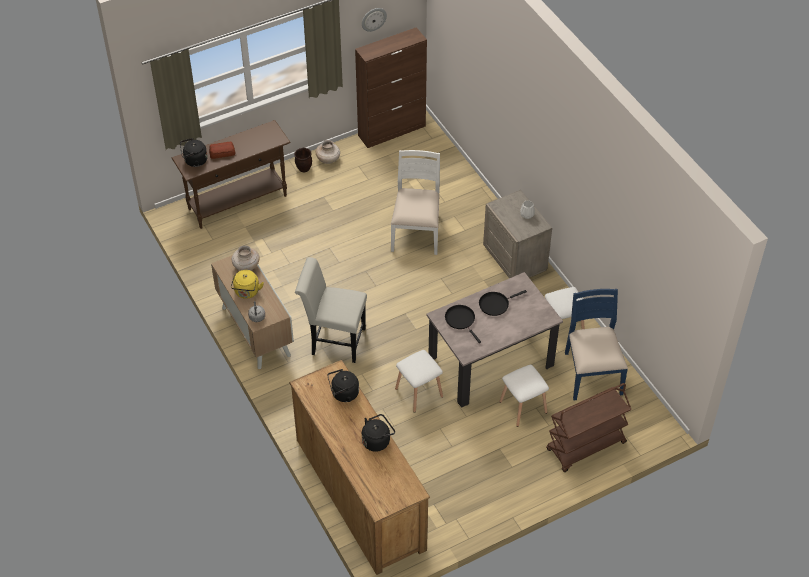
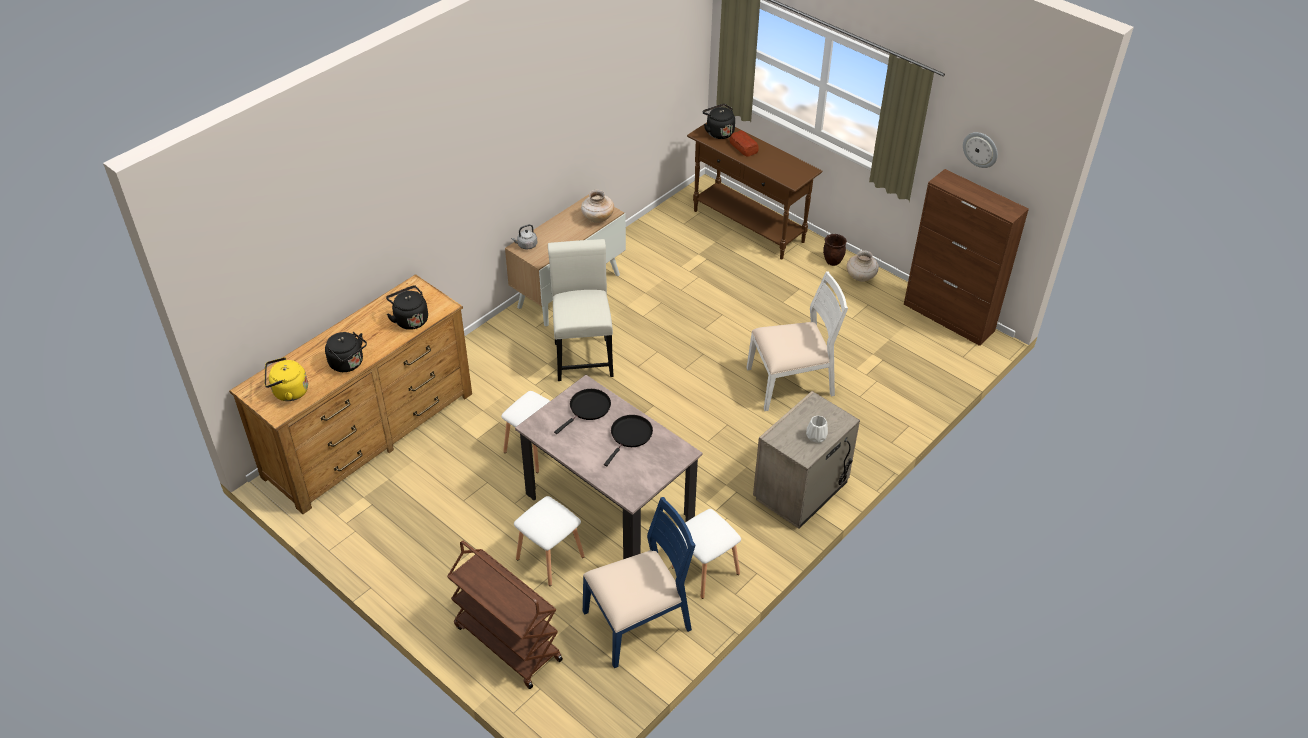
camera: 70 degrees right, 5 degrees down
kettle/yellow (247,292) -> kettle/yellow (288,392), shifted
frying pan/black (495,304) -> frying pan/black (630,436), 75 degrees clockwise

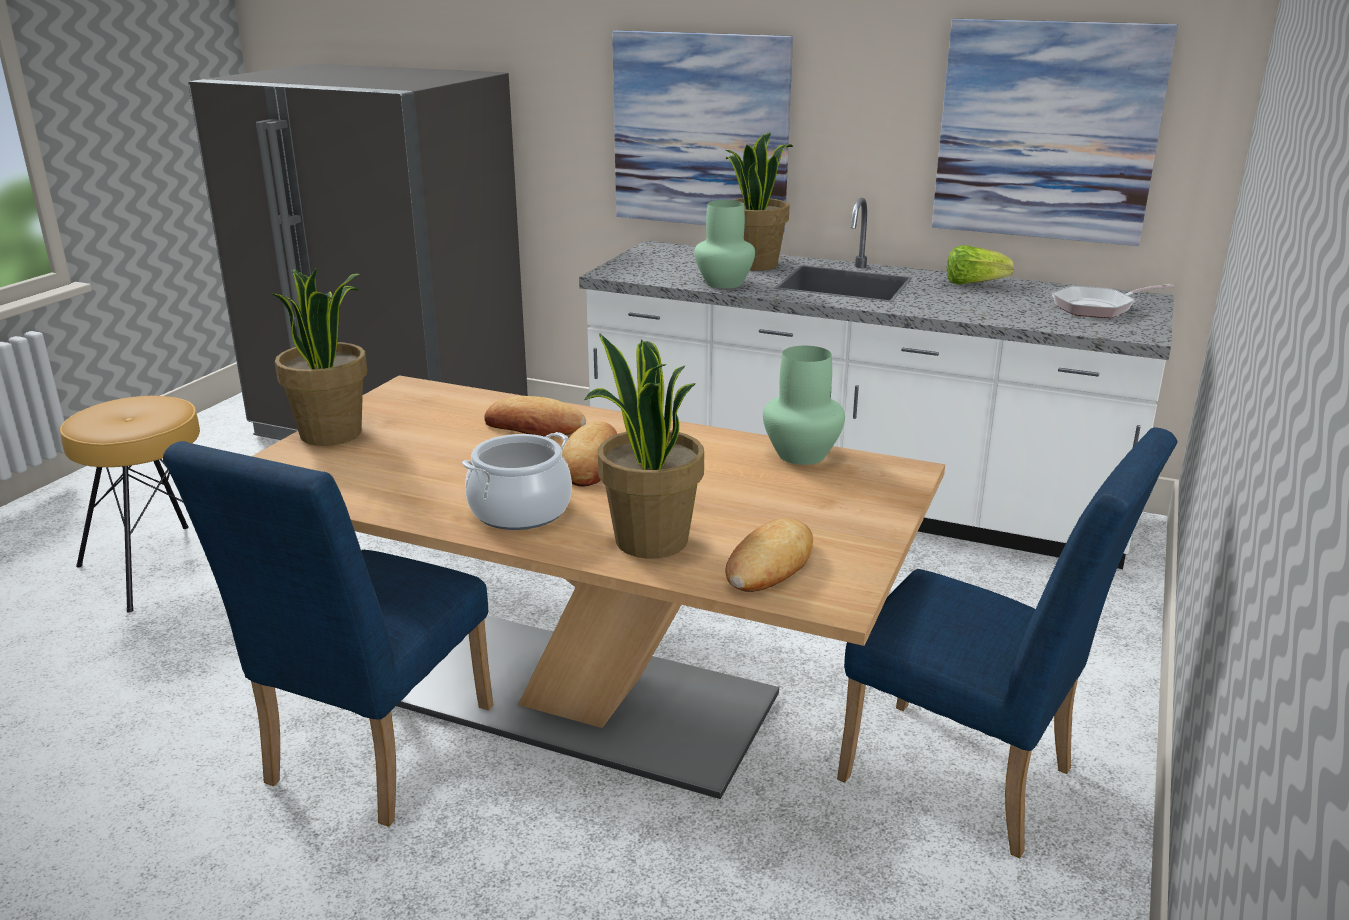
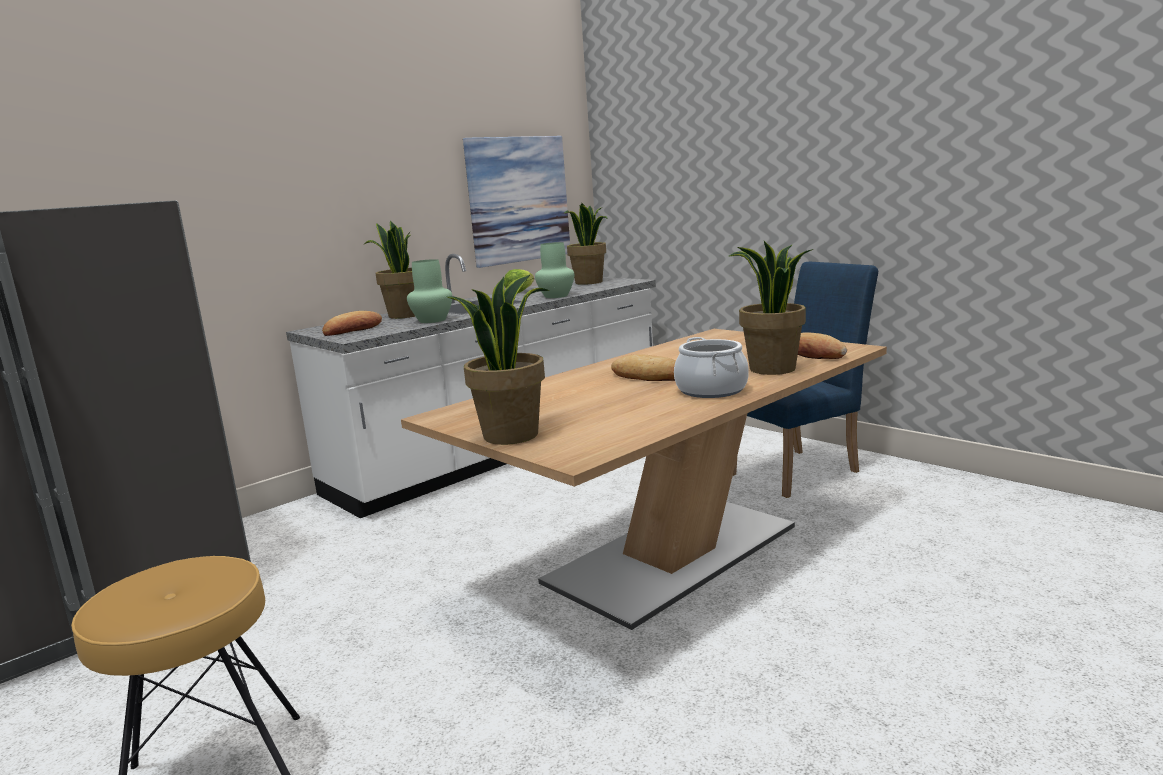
camera: 65 degrees left, 10 degrees down
chair/blue (370,757) -> none
picture (700,131) -> none
bread (534,426) -> bread (353,329), shifted
vase/green (800,454) -> vase/green (555,296), shifted
frying pan (1098,307) -> potted plant (589,282)

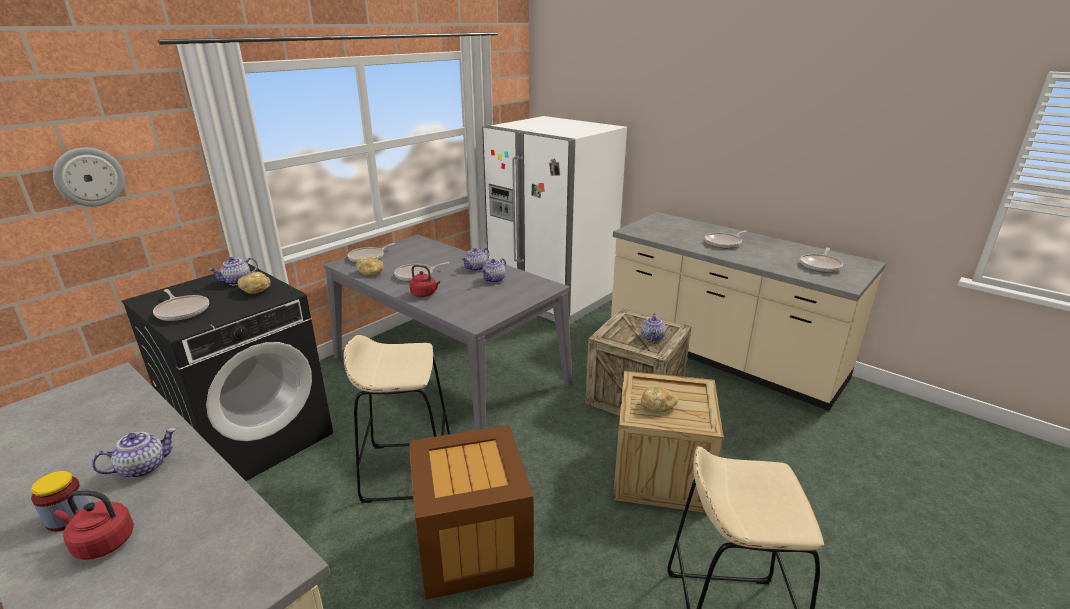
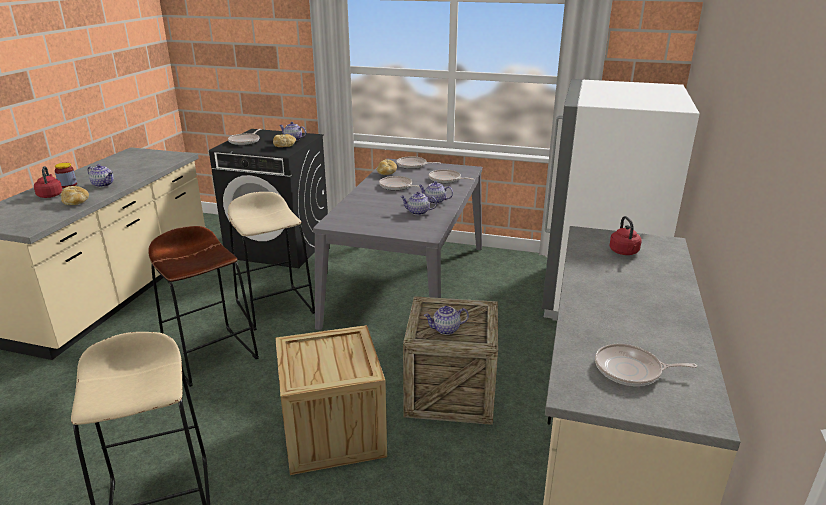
camera: 65 degrees right, 0 degrees up
wall clock (89,177) -> none
kettle/red (425,294) -> kettle/red (624,252), shifted
bread (658,406) -> bread (76,203), shifted
frying pan (724,243) -> frying pan (446,179), shifted
crate (472,545) -> stool/brown (211,355)

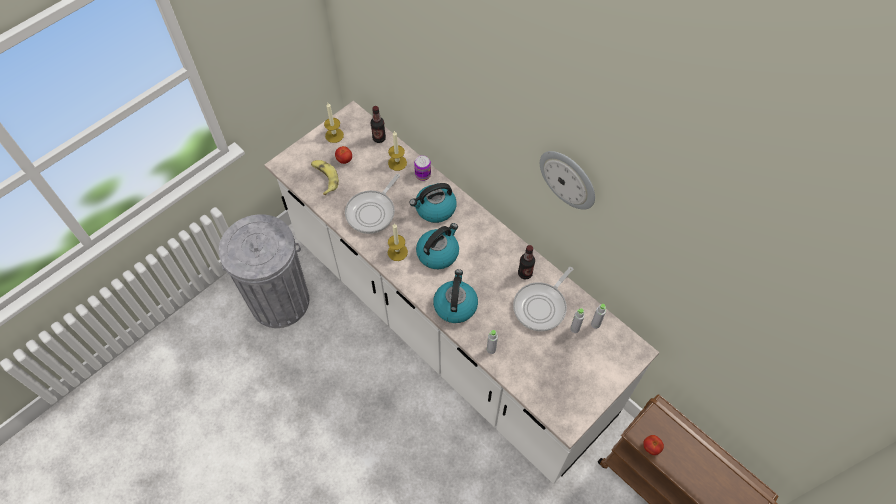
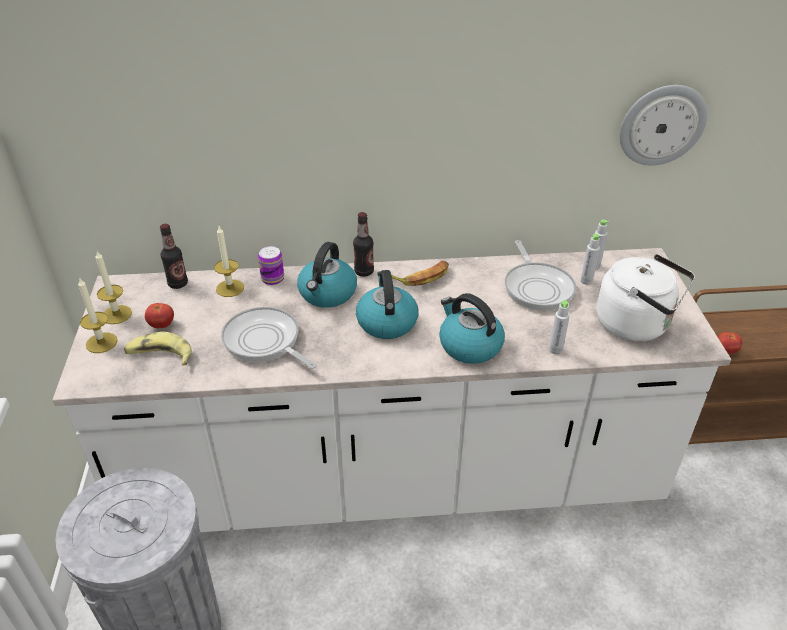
camera: 50 degrees left, 20 degrees down
none -> banana (422,276)
none -> kettle/white (636,325)
candle (397,252) -> candle (101,342), shifted
bottle (525,273) -> bottle (364,272), shifted
wall clock (568,179) -> wall clock (662,125), shifted
frying pan (372,212) -> frying pan (264,342), 150 degrees clockwise

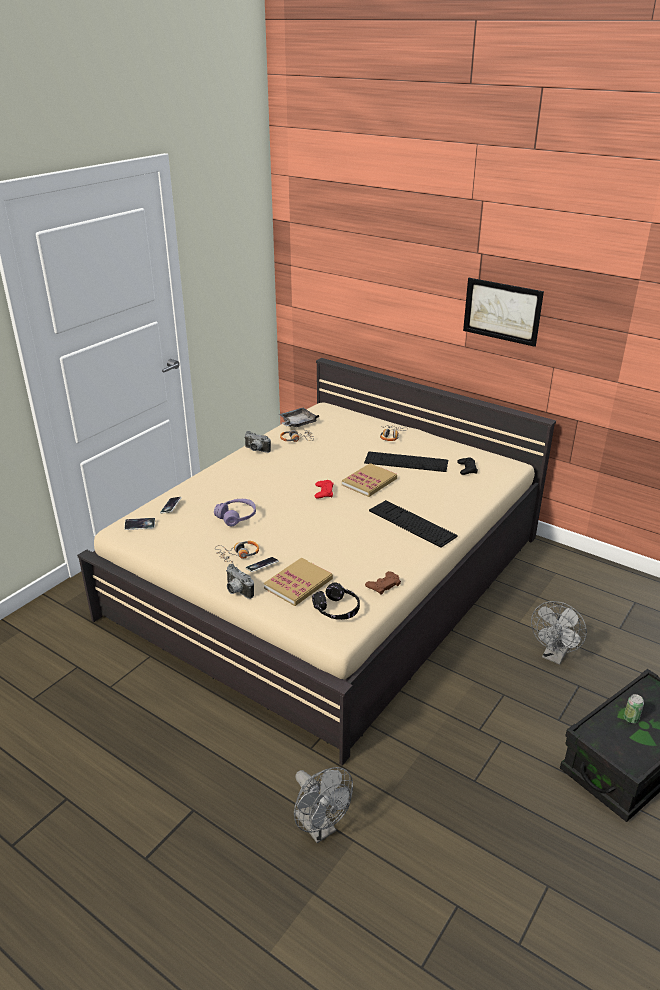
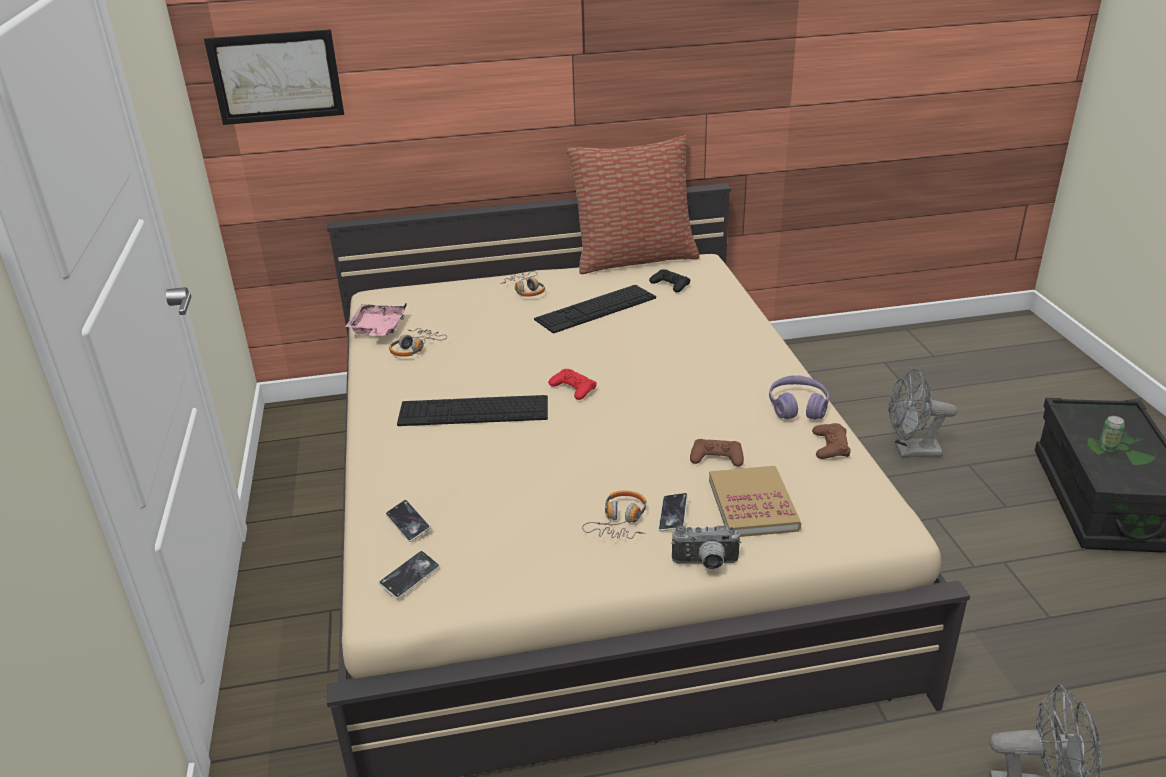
camera: 45 degrees left, 0 degrees up
photo camera (256,450) -> none
headphones/black (337,609) -> none
book (369,482) -> none
none -> pillow (634,258)
none -> game controller/brown (716,457)
headphones/purple (236,517) -> headphones/purple (797,407), shifted
keyboard (412,523) -> keyboard (473,411), shifted
picture (502,311) -> picture (276,77), shifted
tray/grey (297,423) -> tray/pink (378,329)
fan/grey (554,656) -> fan/grey (910,451), 105 degrees clockwise

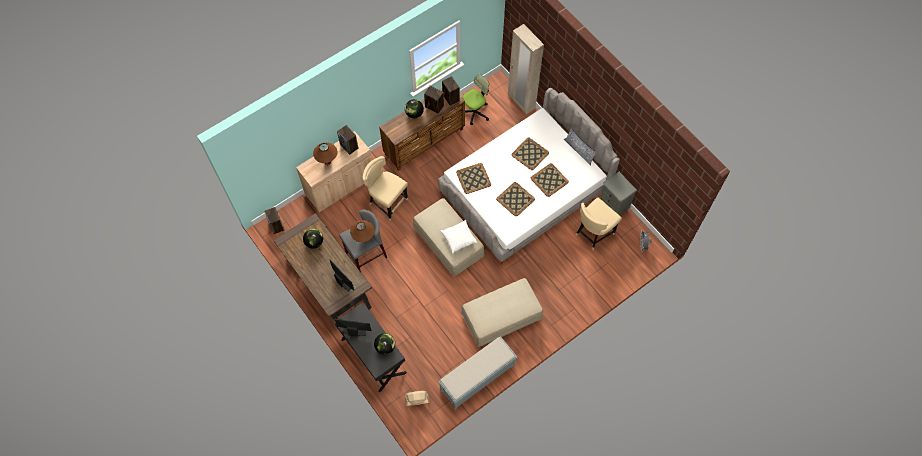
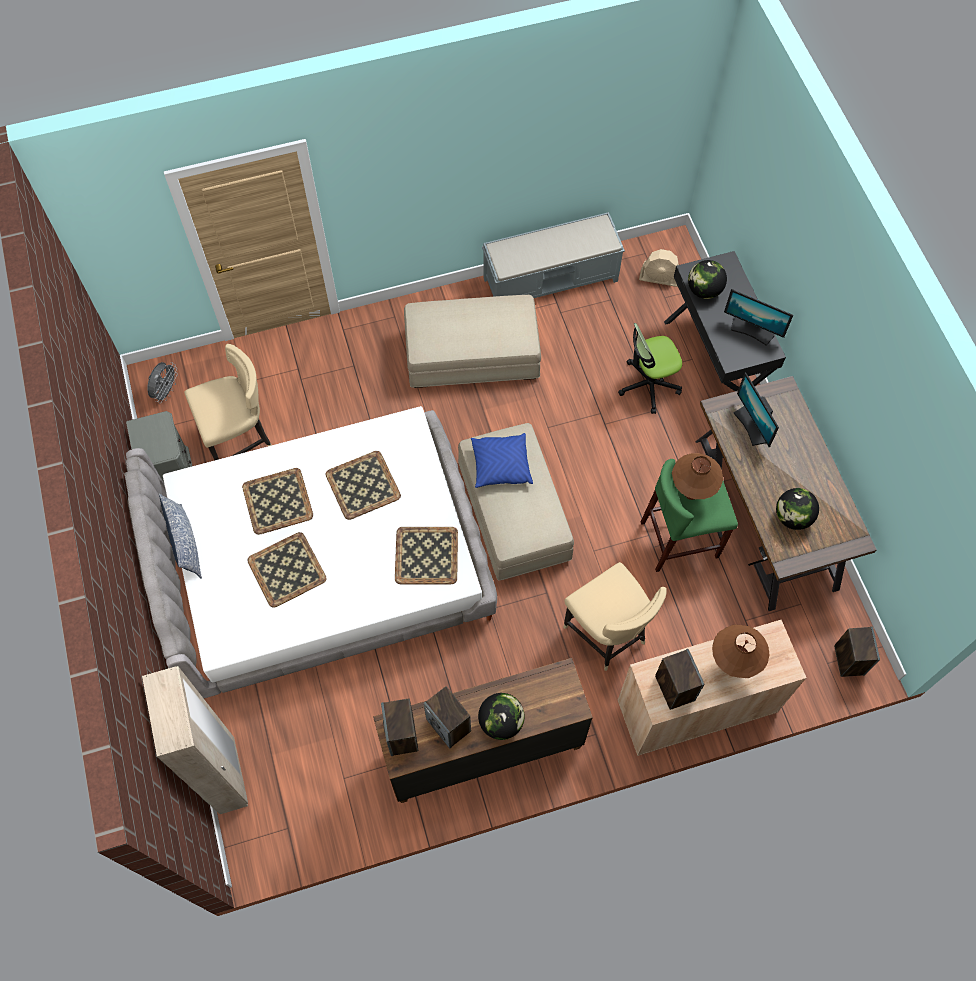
camera: 160 degrees left, 0 degrees up
office chair (474,112) -> office chair (648,385), shifted
stool/grey (366,255) -> stool/green (680,540)
pillow/white (459,238) -> pillow/blue (501,465)

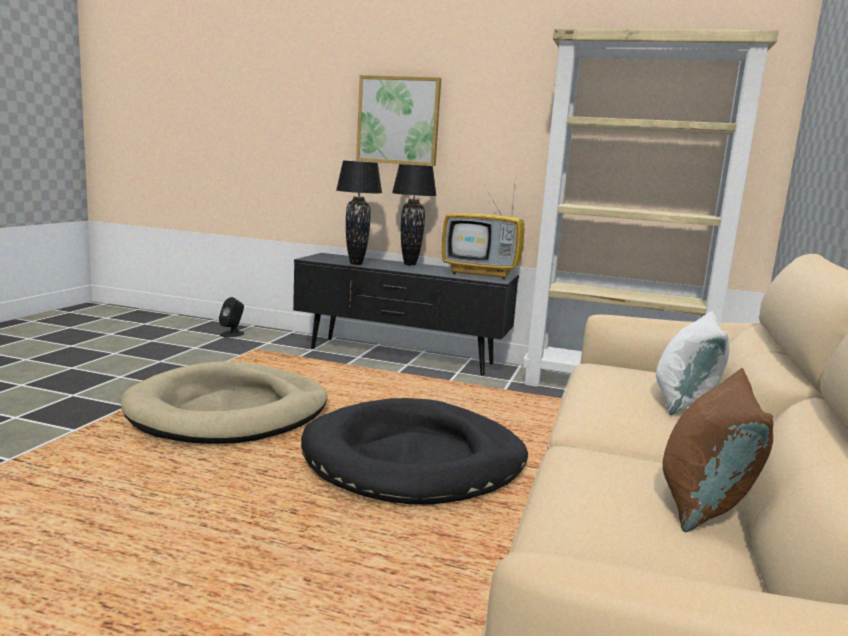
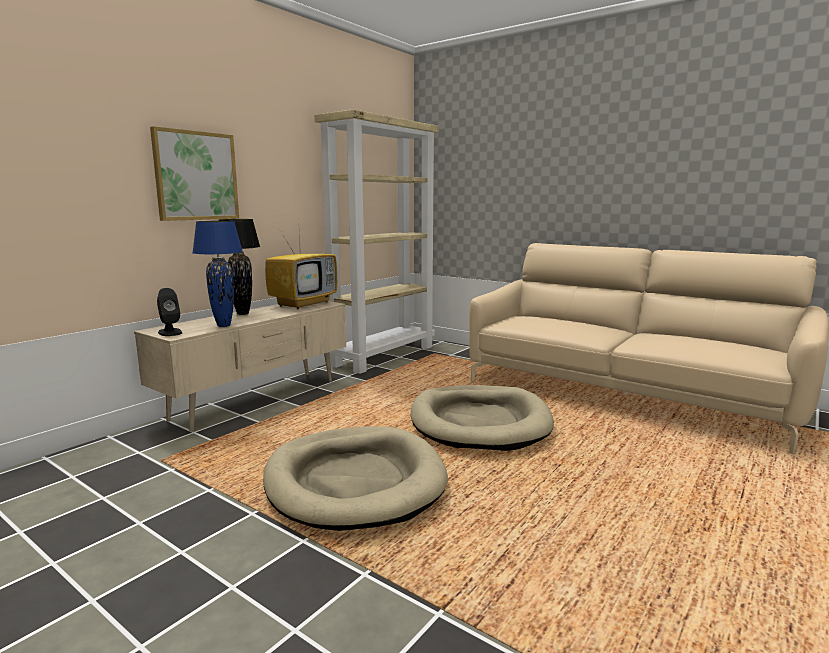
camera: 70 degrees left, 0 degrees up
pillow/white (684,401) -> none
pillow/brown (704,503) -> none
speaker/black (232,334) -> speaker/black (170,332), shifted
tv stand/black (400,356) -> tv stand/beige (258,399)
dog bed/black (415,459) -> dog bed/beige (479,422)
table lamp/black (356,264) -> table lamp/blue (224,325)

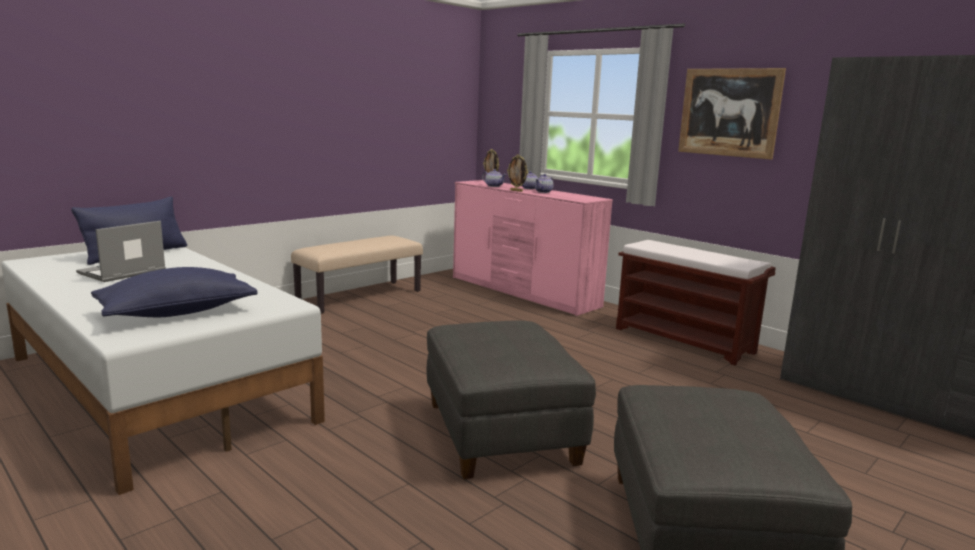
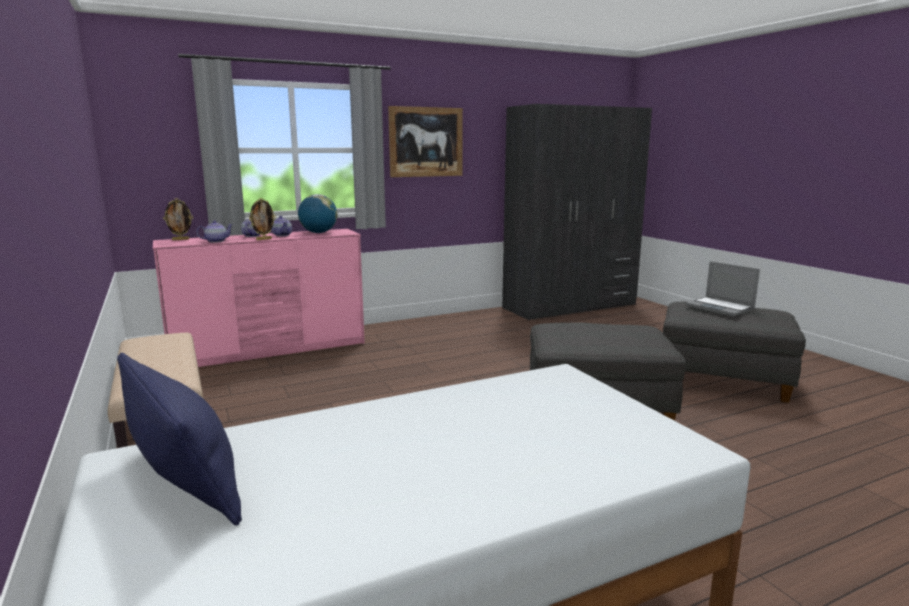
camera: 70 degrees left, 0 degrees up
pillow/blue (177,312) -> none
bench/brown (685,340) -> none
none -> globe (318,233)
laptop (122,272) -> laptop (721,308), shifted

